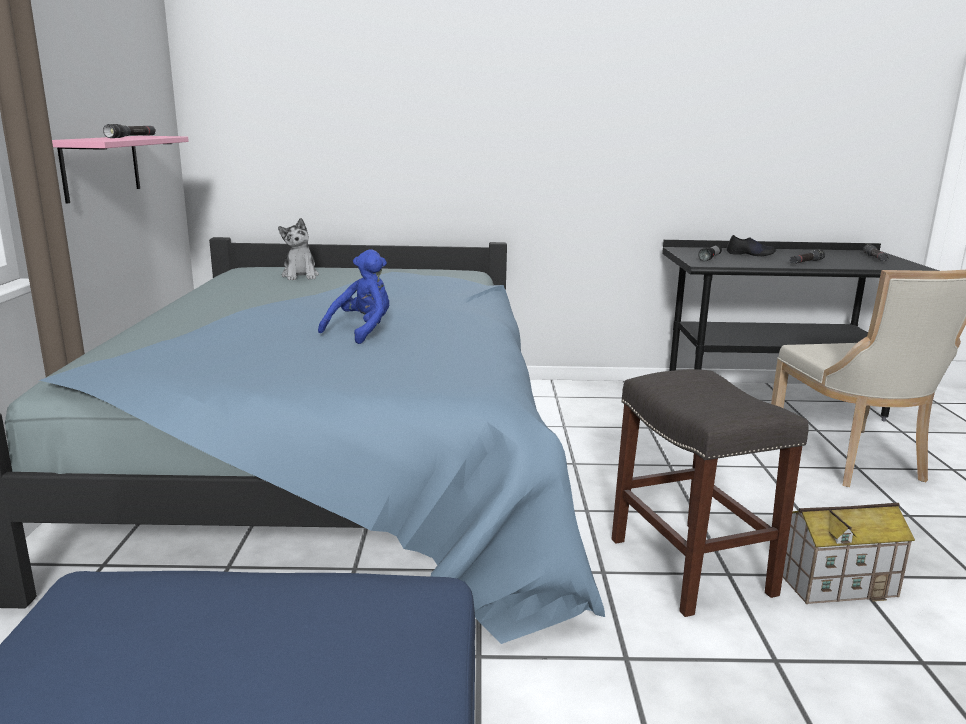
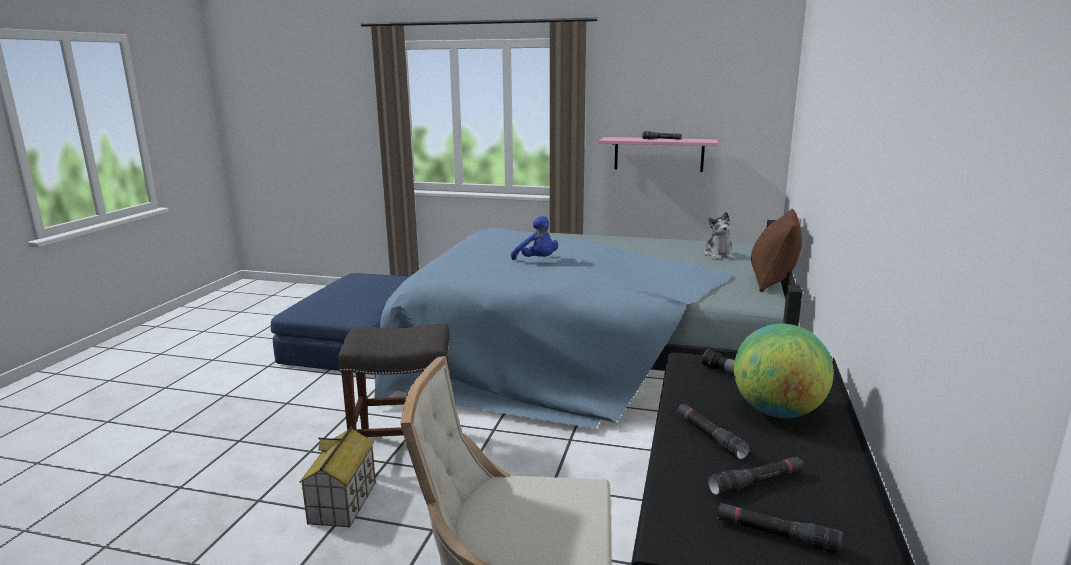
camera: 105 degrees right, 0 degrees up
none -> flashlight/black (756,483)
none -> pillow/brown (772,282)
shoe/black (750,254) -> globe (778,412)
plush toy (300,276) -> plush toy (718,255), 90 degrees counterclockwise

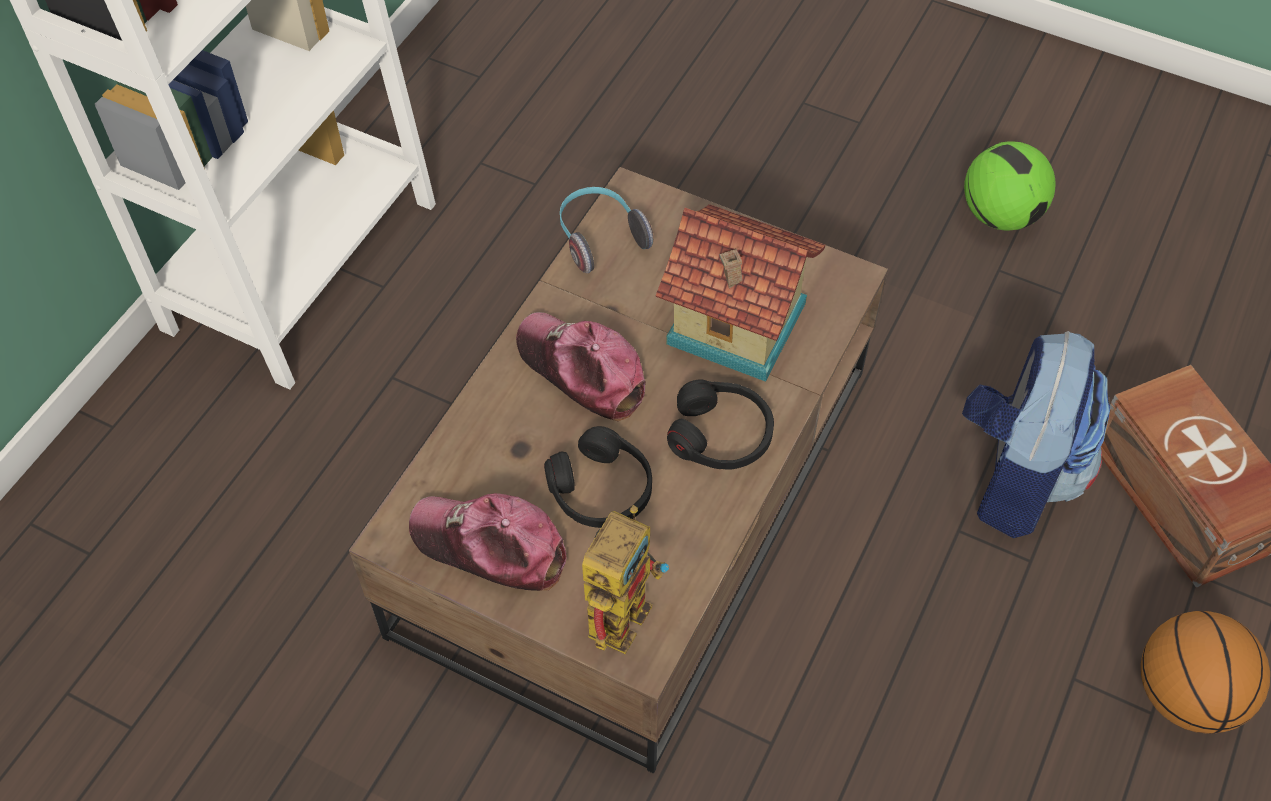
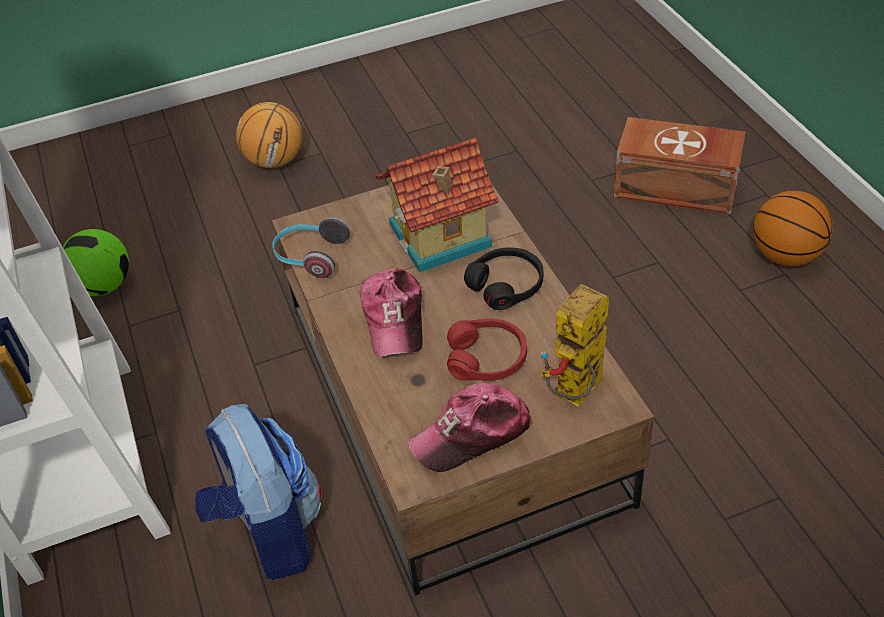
camera: 45 degrees left, 10 degrees down
none -> basketball (275,161)
backpack (1014,476) -> backpack (269,531), shifted
football (1000,215) -> football (103,286), shifted
headphones/black (601,489) -> headphones/red (487,358)
cap (582,370) -> cap (394,319), 90 degrees counterclockwise
toy robot (620,605) -> toy robot (575,396), 120 degrees counterclockwise

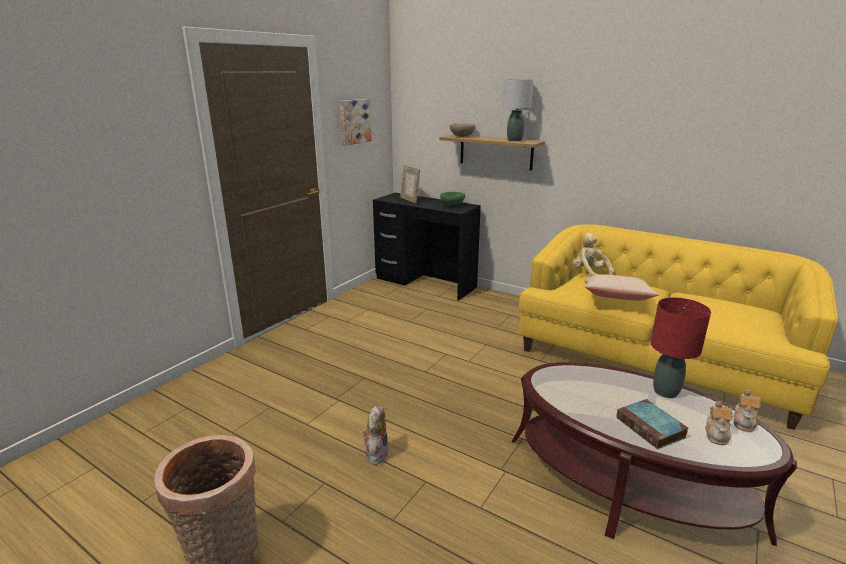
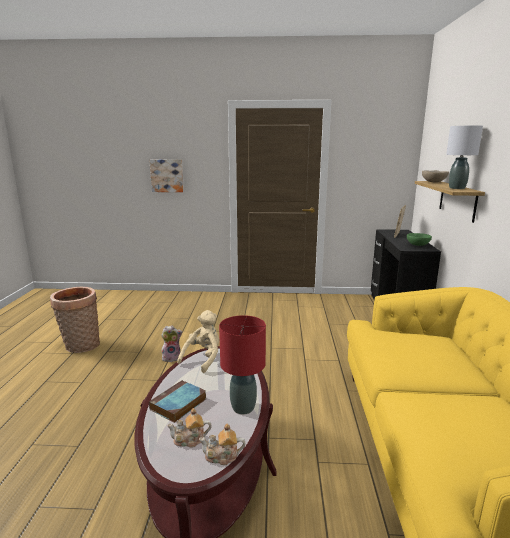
camera: 60 degrees right, 5 degrees down
pillow/beige (616,299) -> none
picture (354,121) -> picture (167,175), shifted
plush toy/beige (589,274) -> plush toy/beige (203,358), shifted

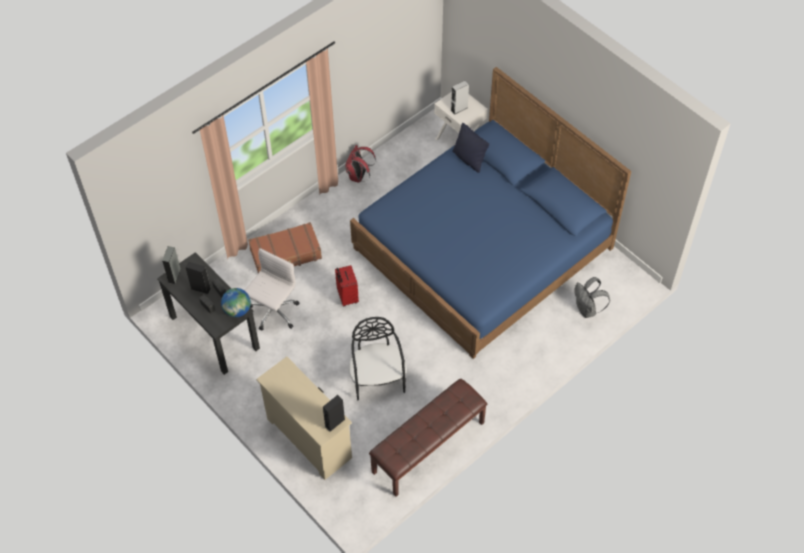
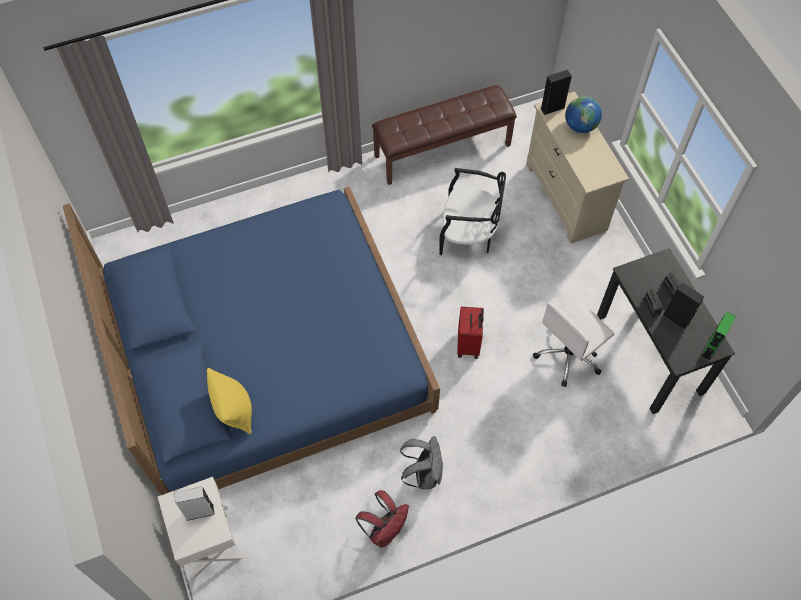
camera: 160 degrees left, 5 degrees up
suitcase/brown (286,254) -> none
globe (237,310) -> globe (580,126), shifted
backpack/grey (587,310) -> backpack/grey (424,474), shifted
speaker/grey (174,276) -> speaker/green (710,348)
pillow/black (469,159) -> pillow/yellow (234,411)
chair/black (378,378) -> chair/black (468,235), 90 degrees counterclockwise

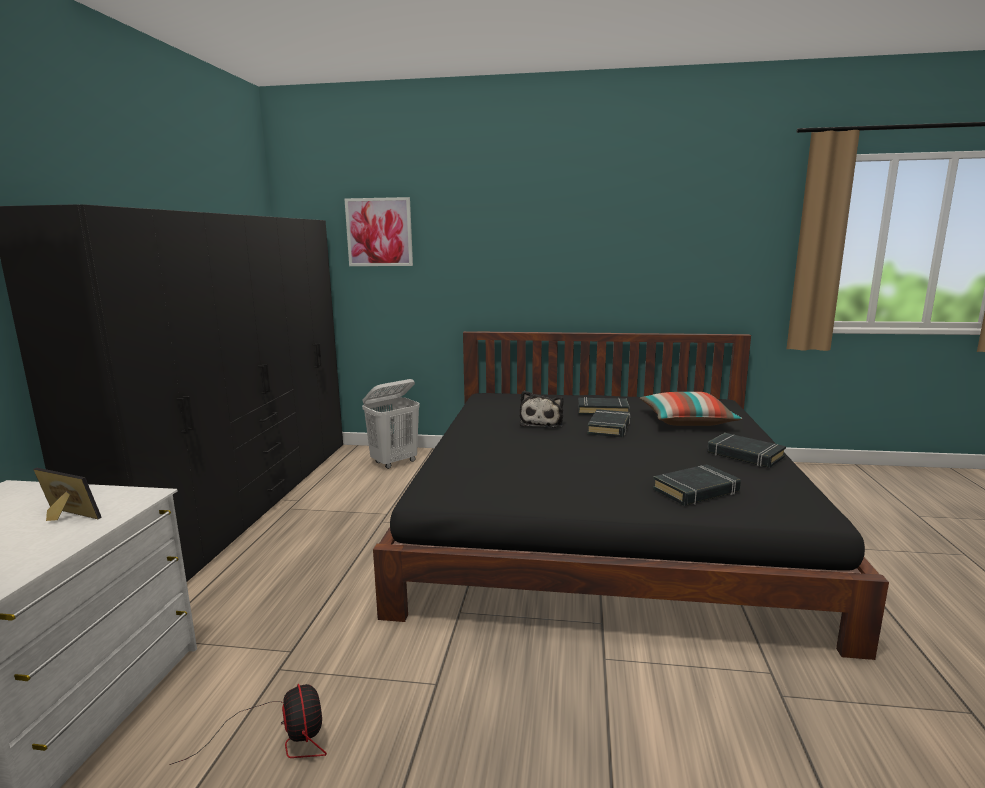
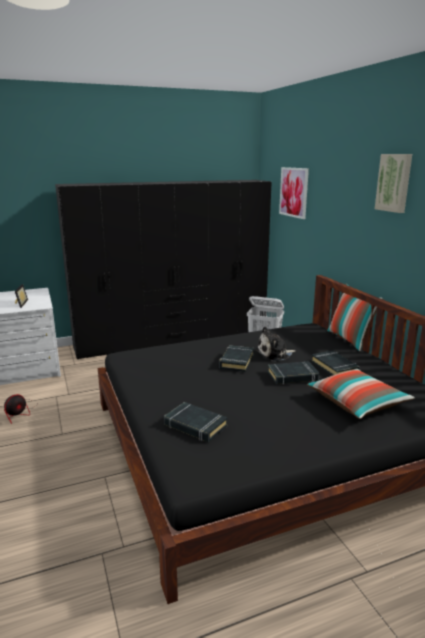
camera: 60 degrees right, 5 degrees up
none -> pillow (350,340)
none -> picture (394,183)
book/black (745,455) -> book/black (236,361), shifted

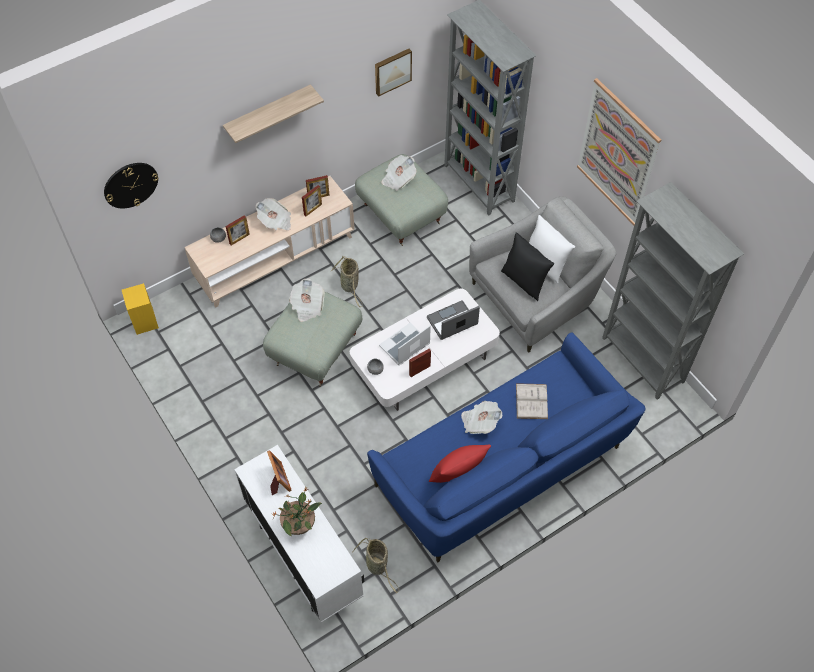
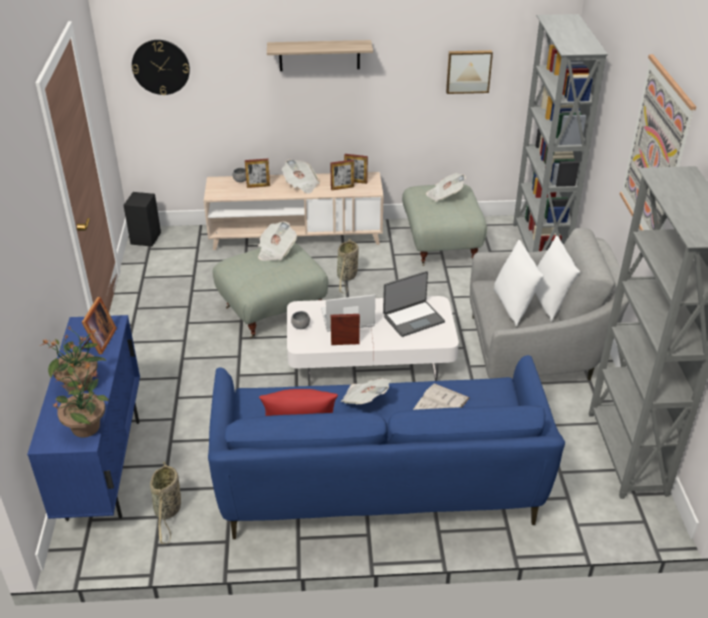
camera: 30 degrees right, 20 degrees down
none -> potted plant (86,427)
speaker/yellow (144,320) -> speaker/black (146,238)
cabinet/white (304,557) -> cabinet/blue (104,468)
pillow/black (524,281) -> pillow/white (514,306)
laptop (452,322) -> laptop (413,318), 150 degrees clockwise

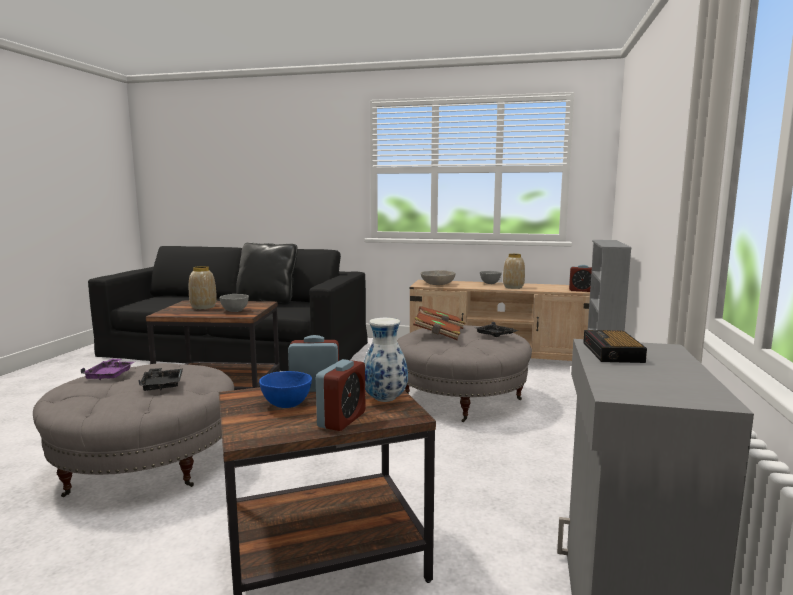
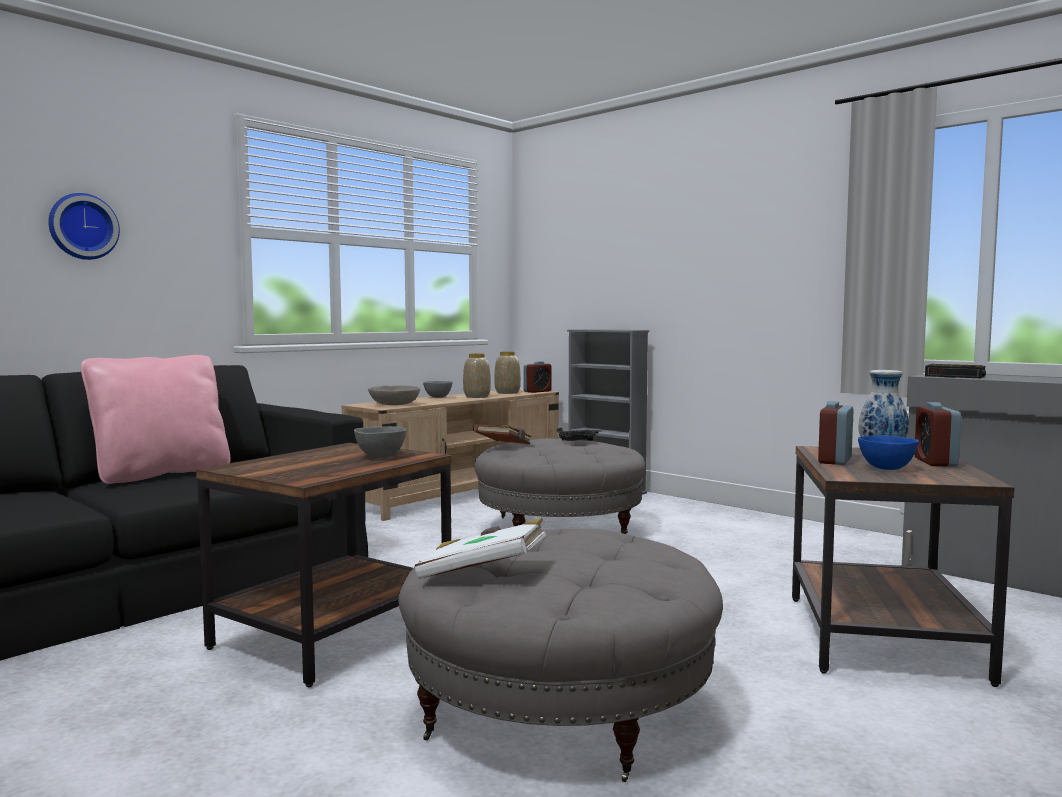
camera: 60 degrees left, 5 degrees down
tray/black (162,385) -> none
book/brown (437,336) -> none
none -> wall clock (82,227)
vase (203,307) -> vase (507,392), shifted
tray/purple (110,375) -> book/white (482,573)
pillow/black (267,301) -> pillow/pink (161,473)
alarm clock (342,420) -> alarm clock (935,462), 135 degrees counterclockwise

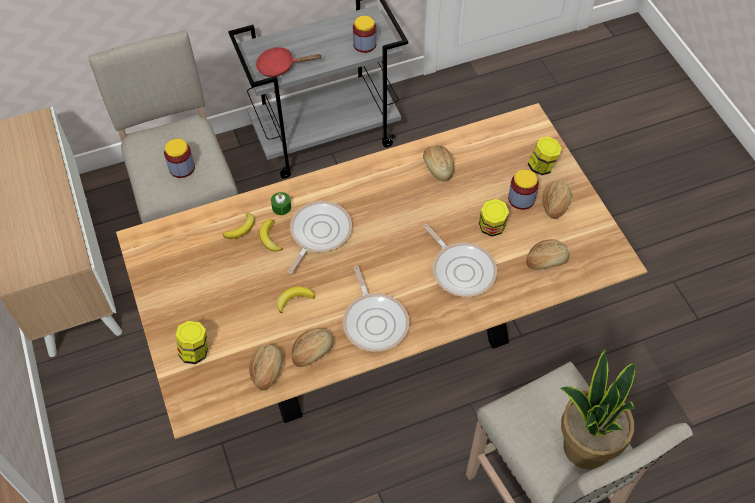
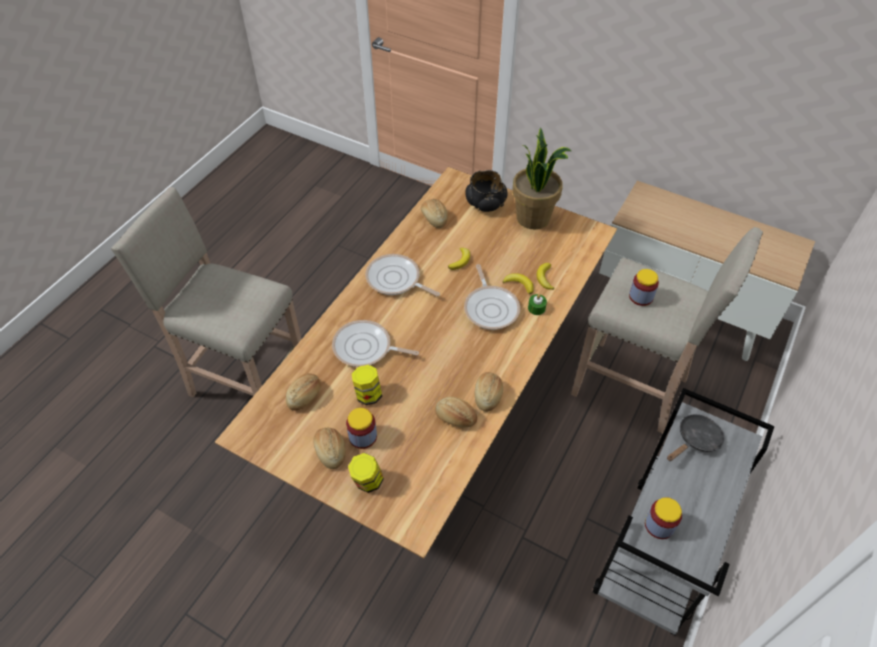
camera: 140 degrees right, 5 degrees down
bread (312,351) -> bread (488,395), shifted
potted plant (585,446) -> potted plant (534,218), shifted
jar (195,351) -> bowl/black (485,203)
frying pan/red (280,66) -> frying pan/black (696,440)

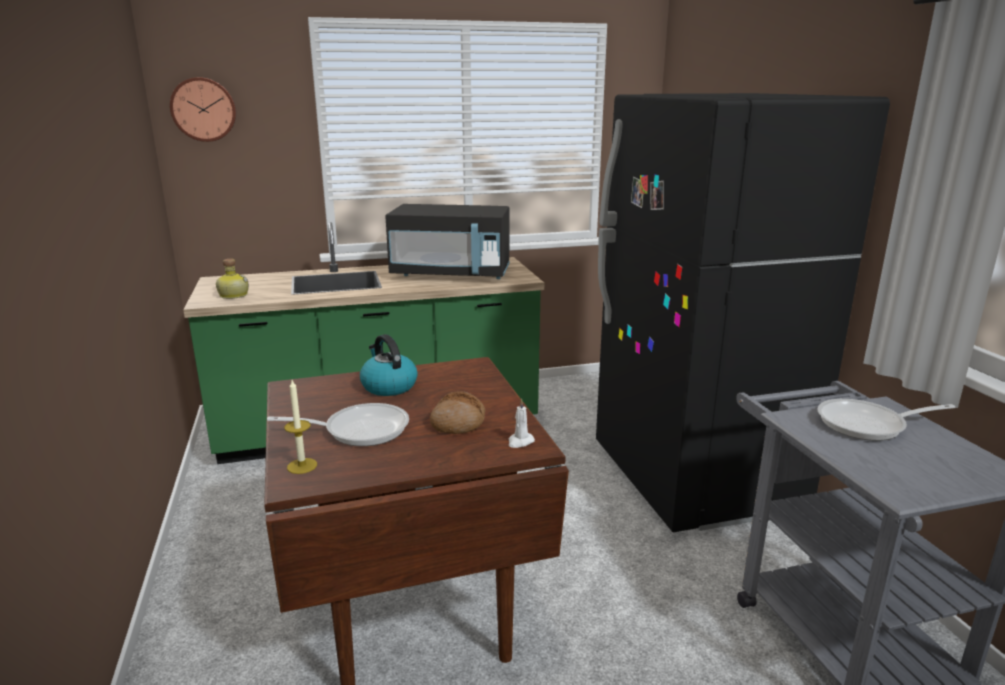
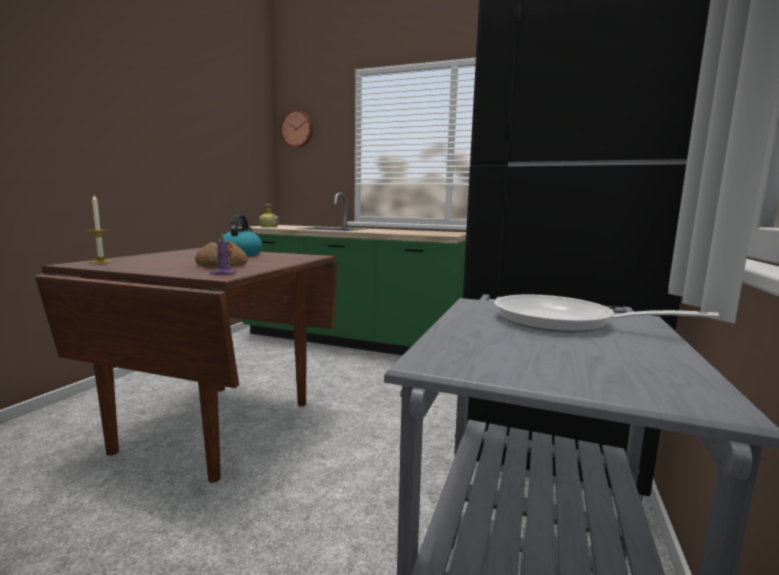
camera: 35 degrees right, 10 degrees down
frying pan (359,430) -> none
microwave/black (451,274) -> none
candle/white (520,442) -> candle/purple (222,274)

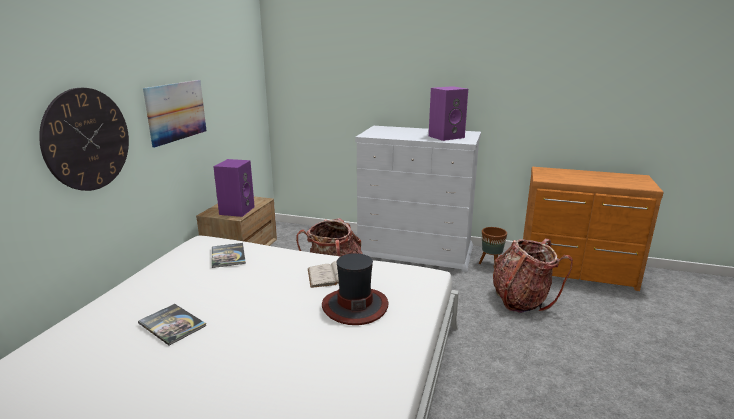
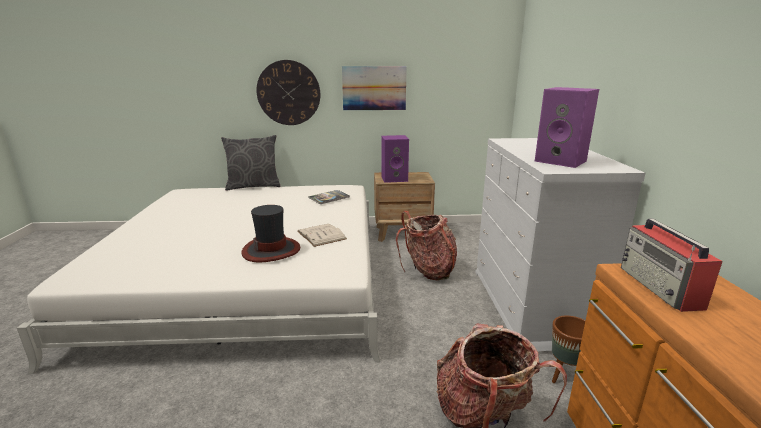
camera: 70 degrees right, 0 degrees up
book (172,324) -> none
none -> pillow/grey (253,186)
none -> radio (661,287)

